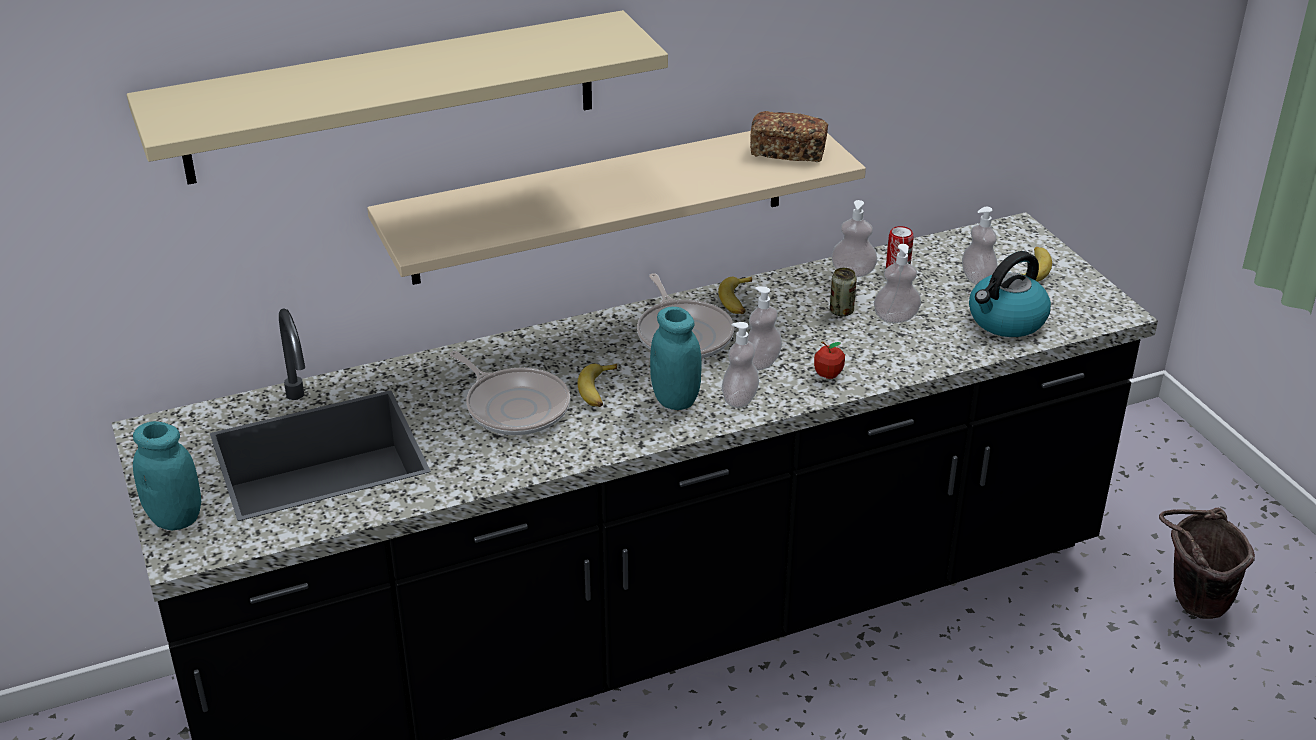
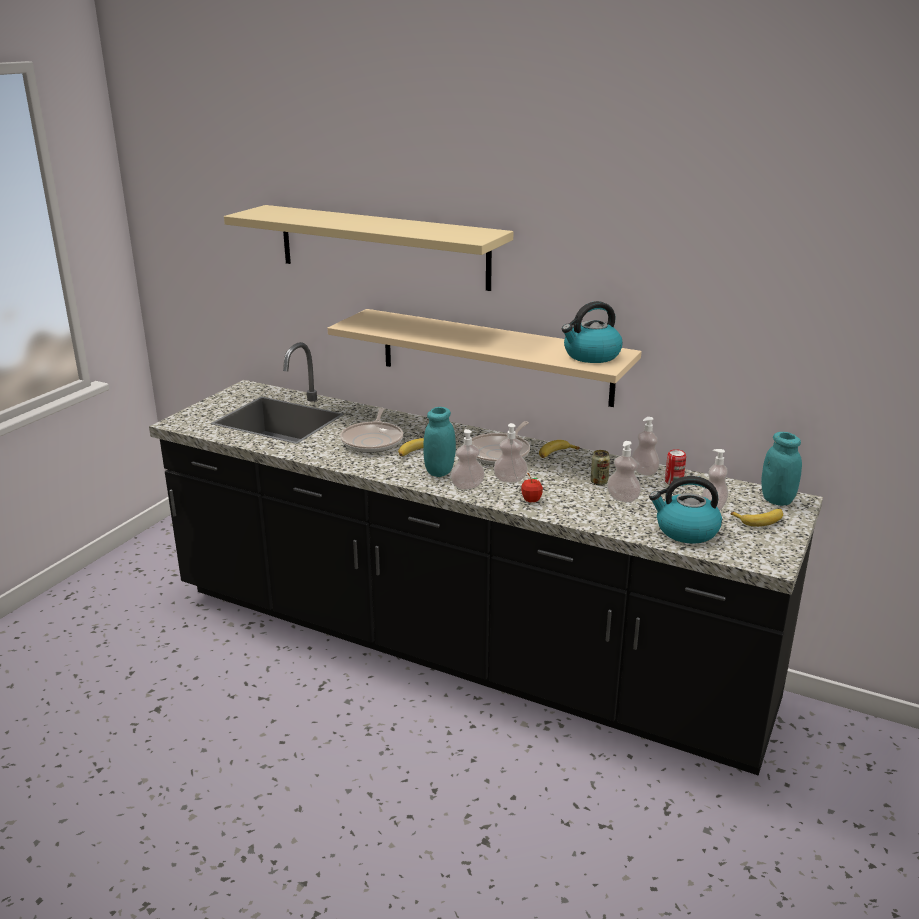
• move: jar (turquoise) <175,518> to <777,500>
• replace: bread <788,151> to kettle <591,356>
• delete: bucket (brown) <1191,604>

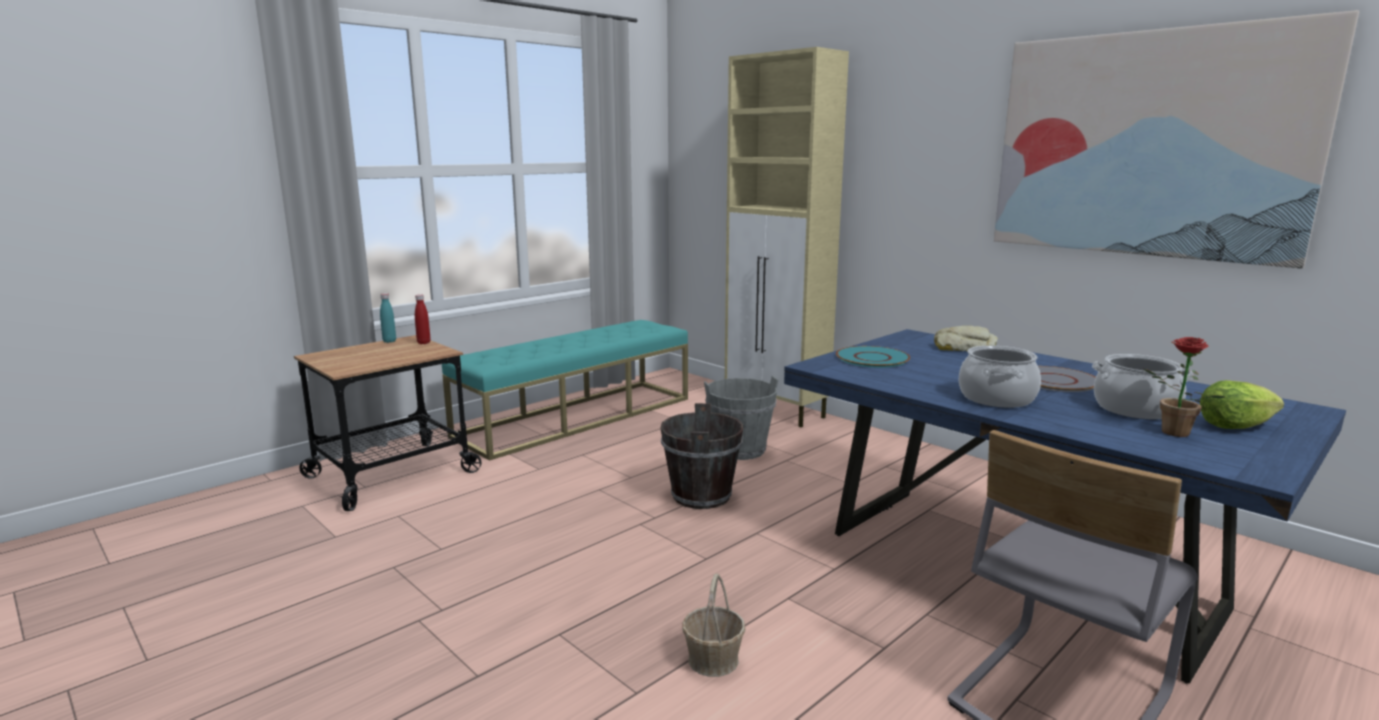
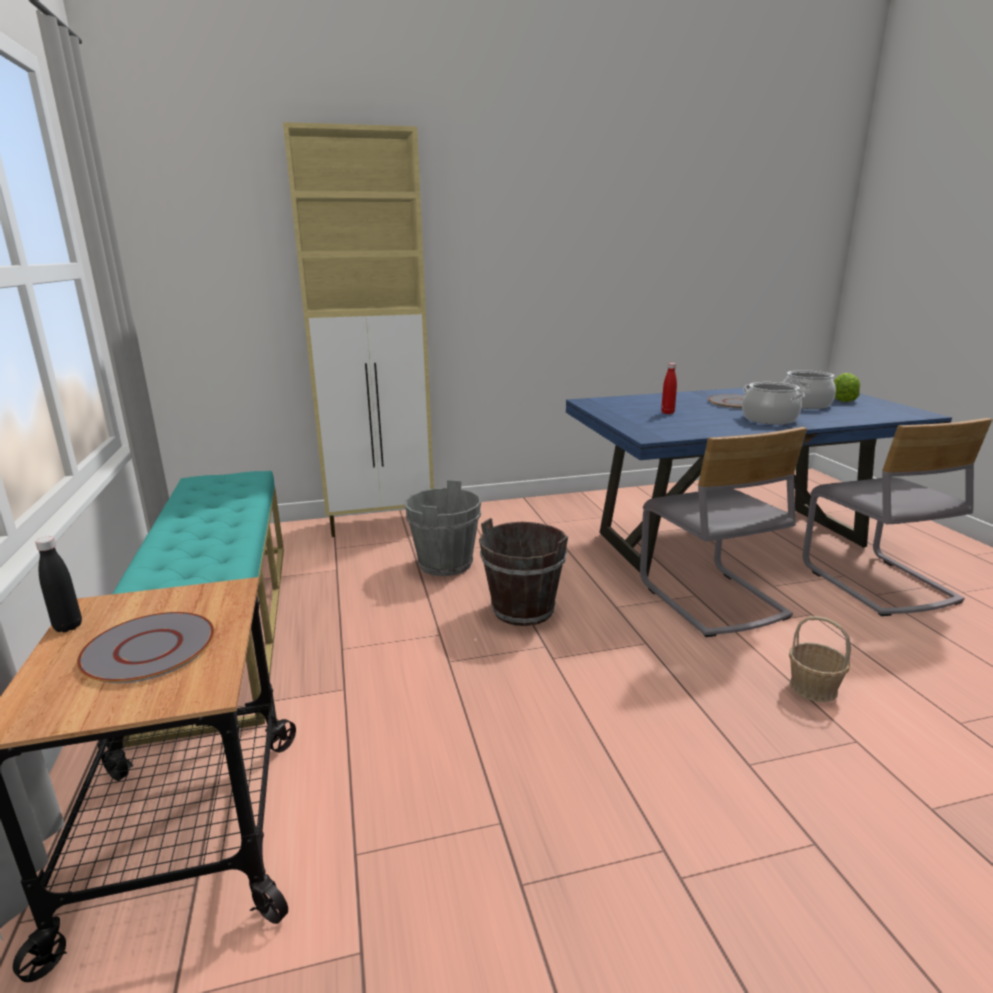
• recolor: bottle (turquoise) <389,341> to bottle (black) <68,627>
• move: bottle (red) <424,343> to <667,413>
• delete: plate (turquoise) <872,358>
• delete: bread <964,348>
• delete: picture <1148,145>
• delete: potted plant <1170,433>
• insert: plate (grey) <148,648>
• insert: chair (grey) <710,599>

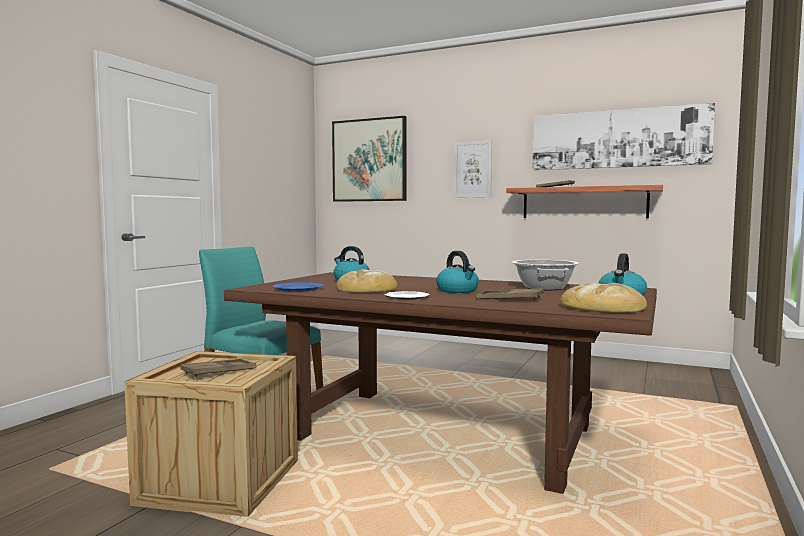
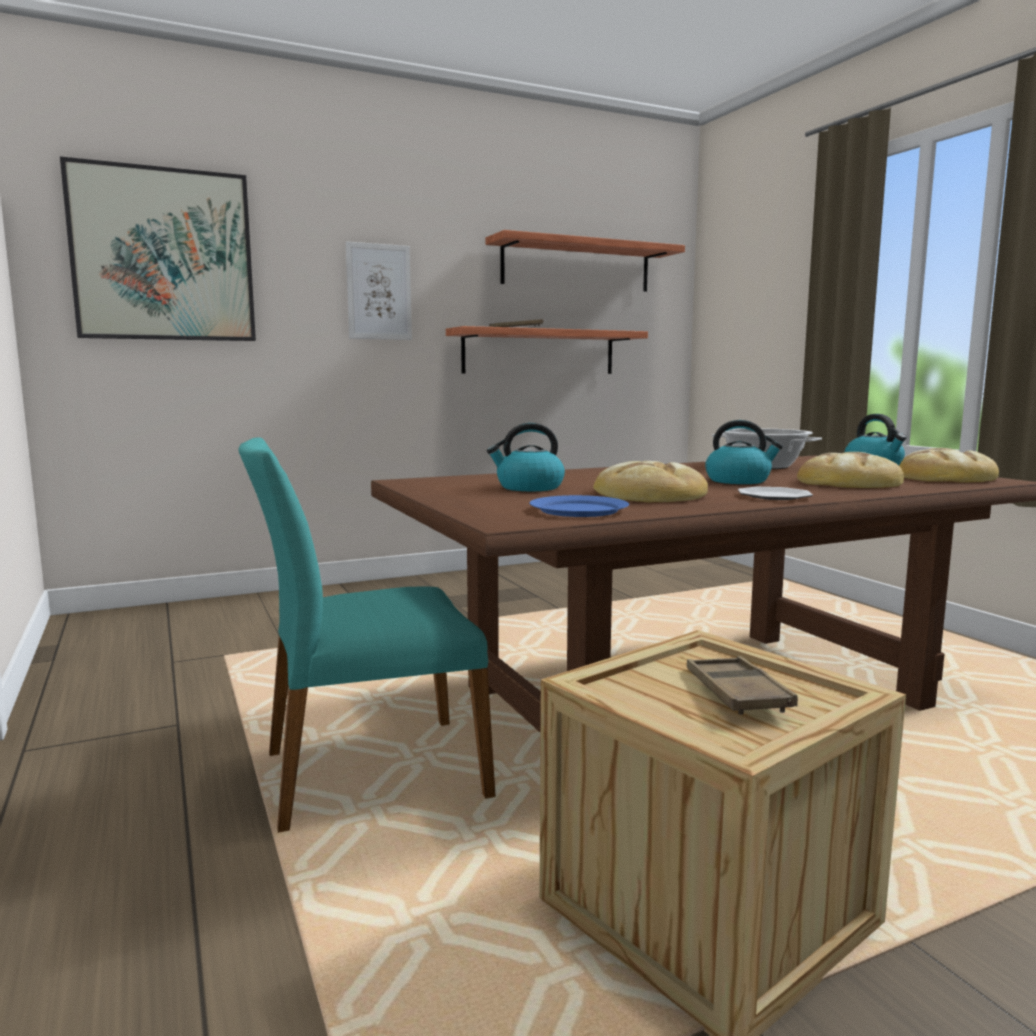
• replace: tray (brown) <509,299> to bread <849,482>
• replace: picture <617,139> to shelf <576,266>

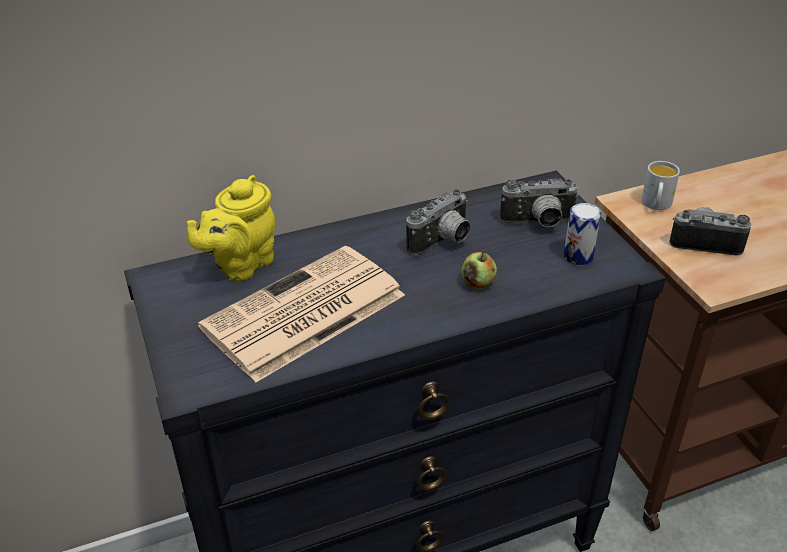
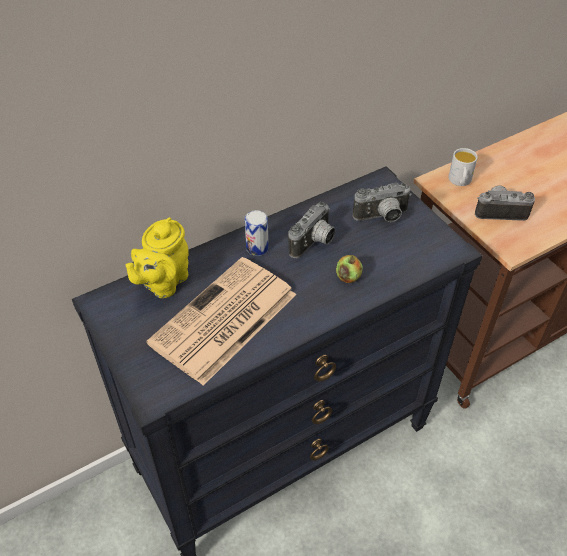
• move: can <578,256> to <257,248>

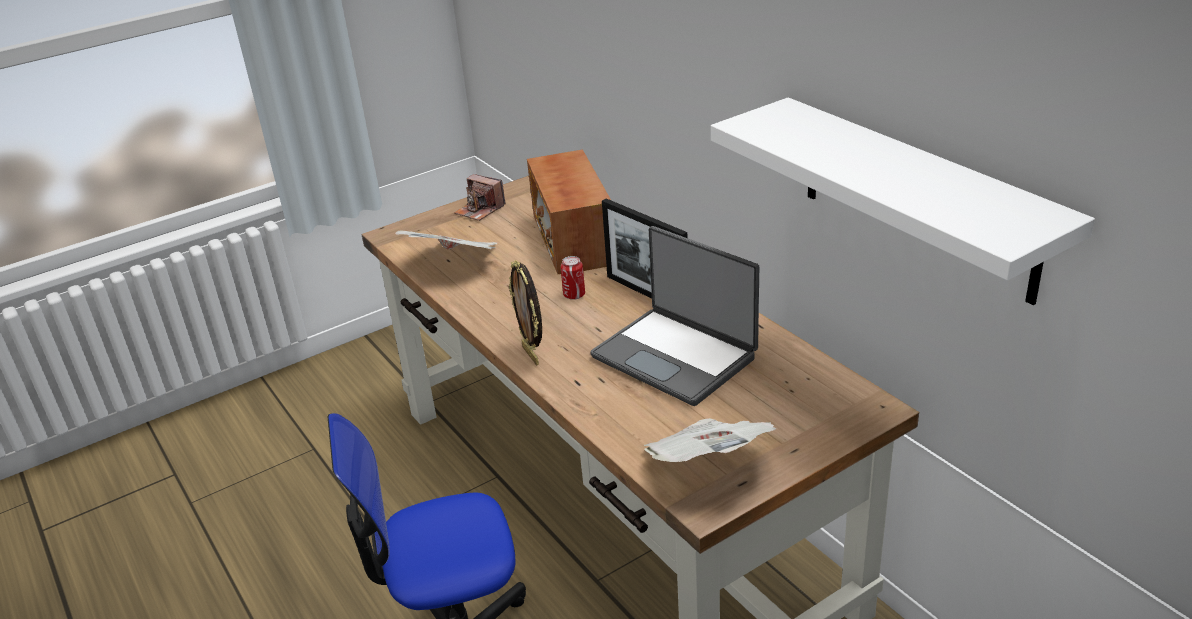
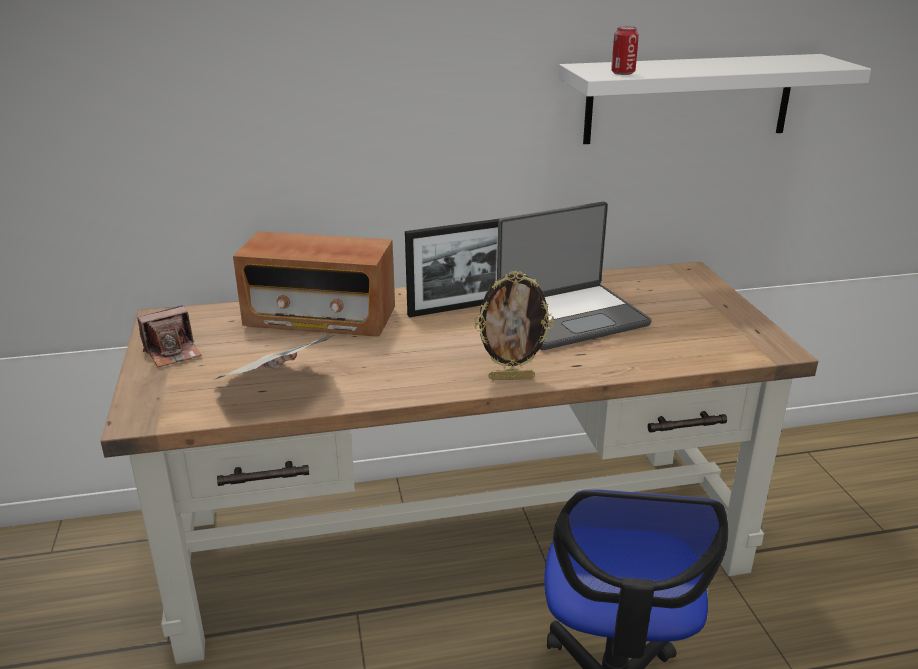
• move: can <574,295> to <623,73>
• delete: newspaper <708,465>

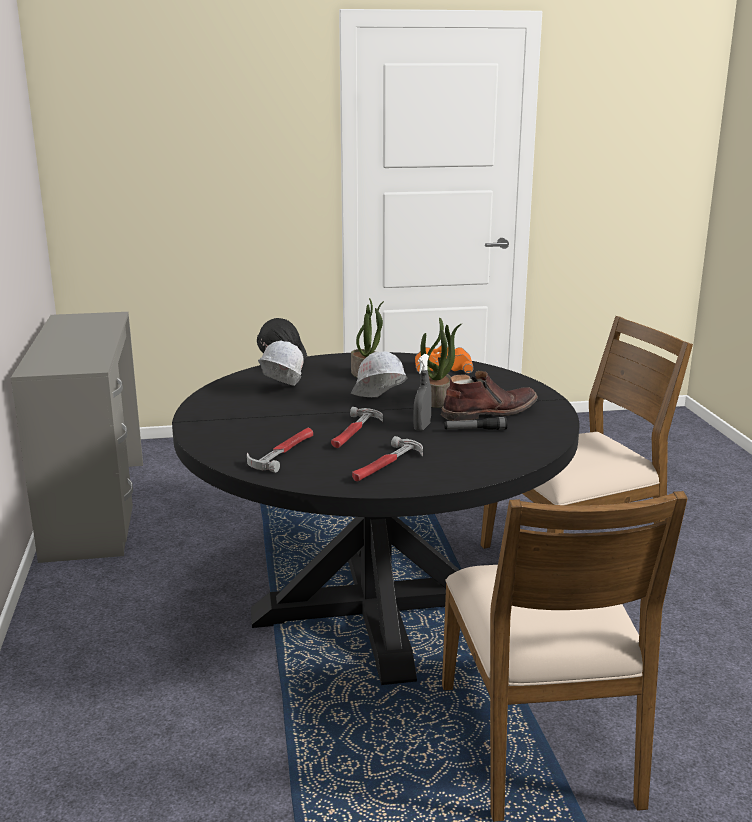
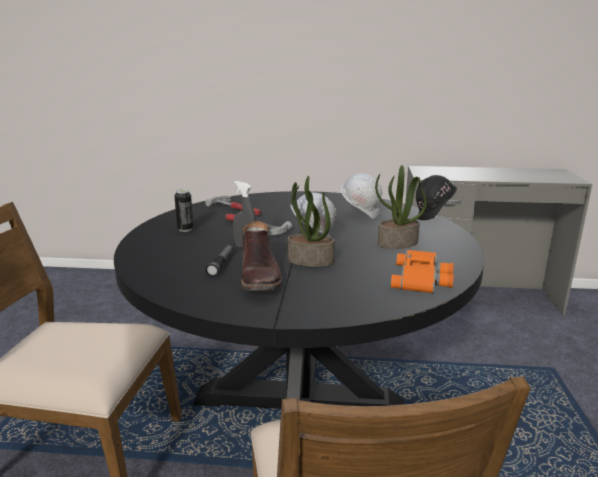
• replace: hammer <386,465> to can <185,229>

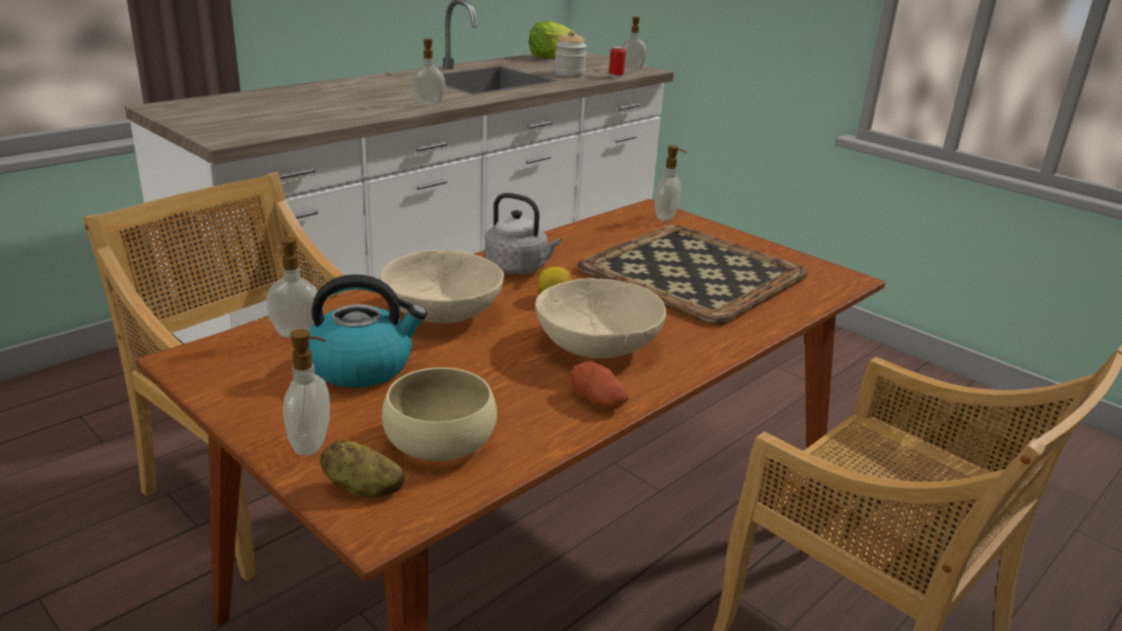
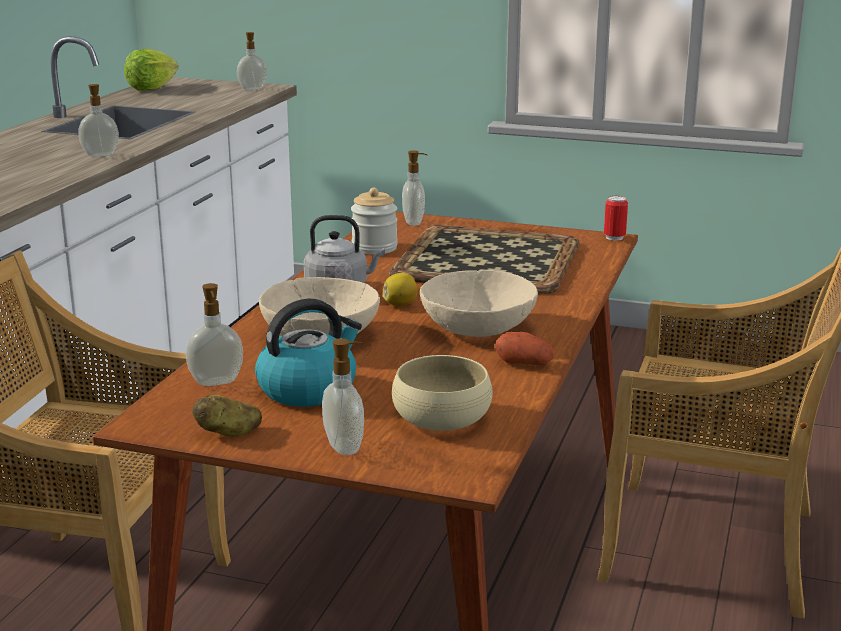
• move: potato <362,488> to <228,432>
• move: jar <569,74> to <374,248>
• move: can <616,76> to <614,238>

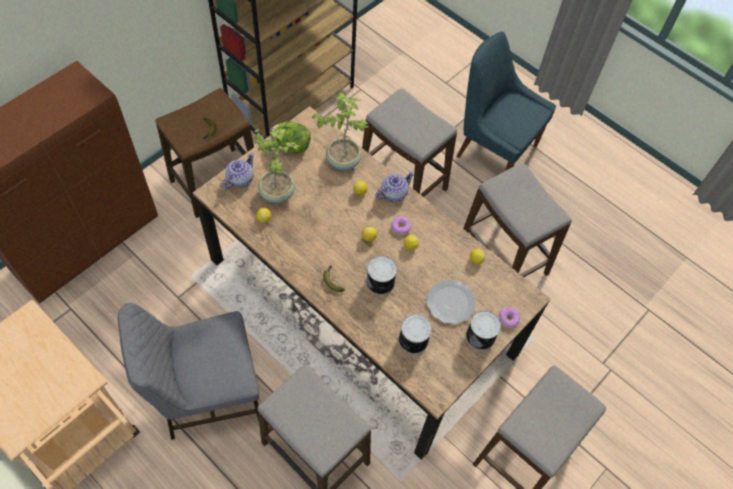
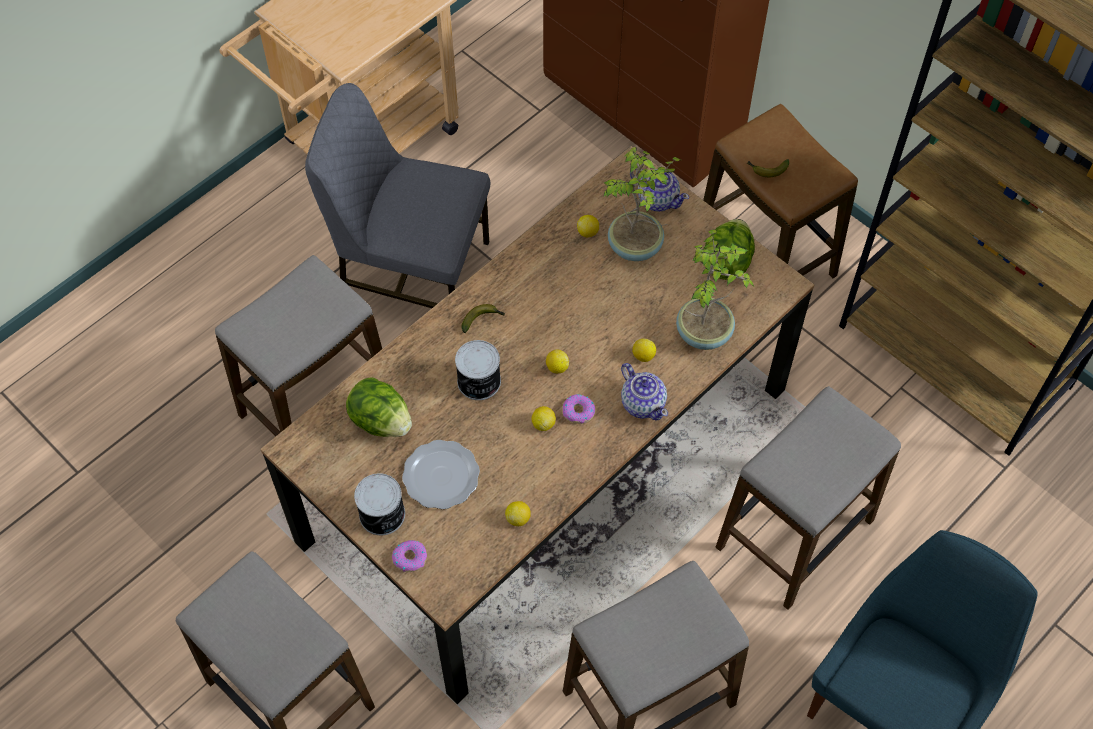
• rotate: chair (grey) <207,393> = <412,273> 60 degrees counterclockwise
• replace: can <412,340> to lettuce <381,421>

